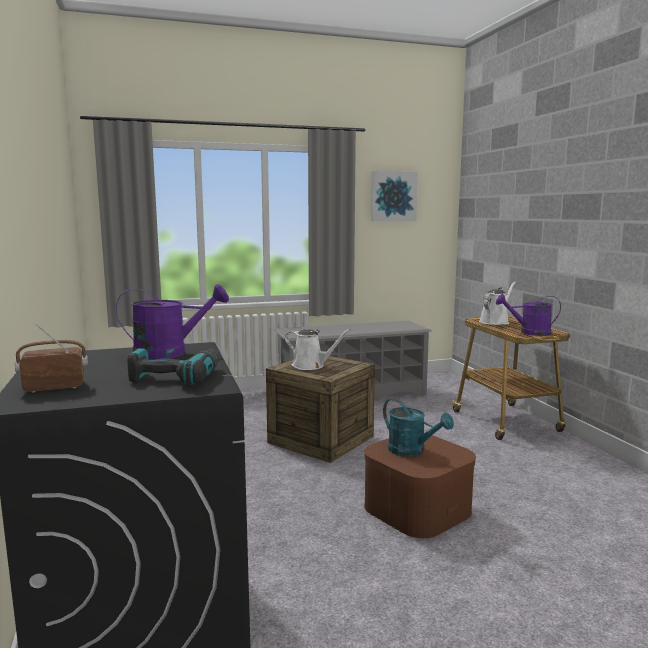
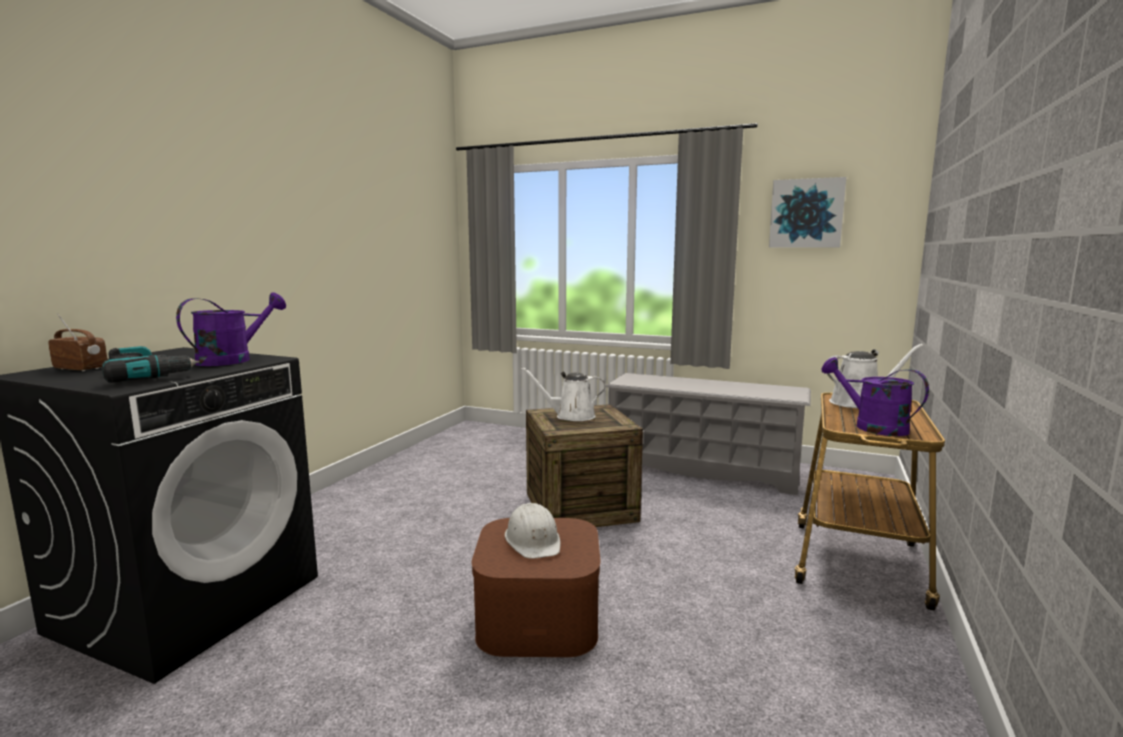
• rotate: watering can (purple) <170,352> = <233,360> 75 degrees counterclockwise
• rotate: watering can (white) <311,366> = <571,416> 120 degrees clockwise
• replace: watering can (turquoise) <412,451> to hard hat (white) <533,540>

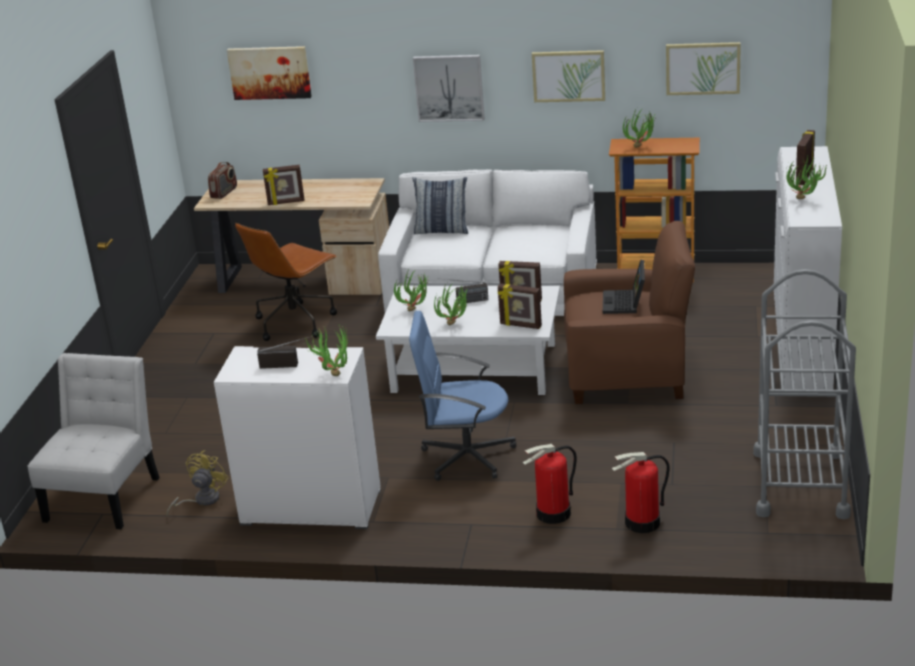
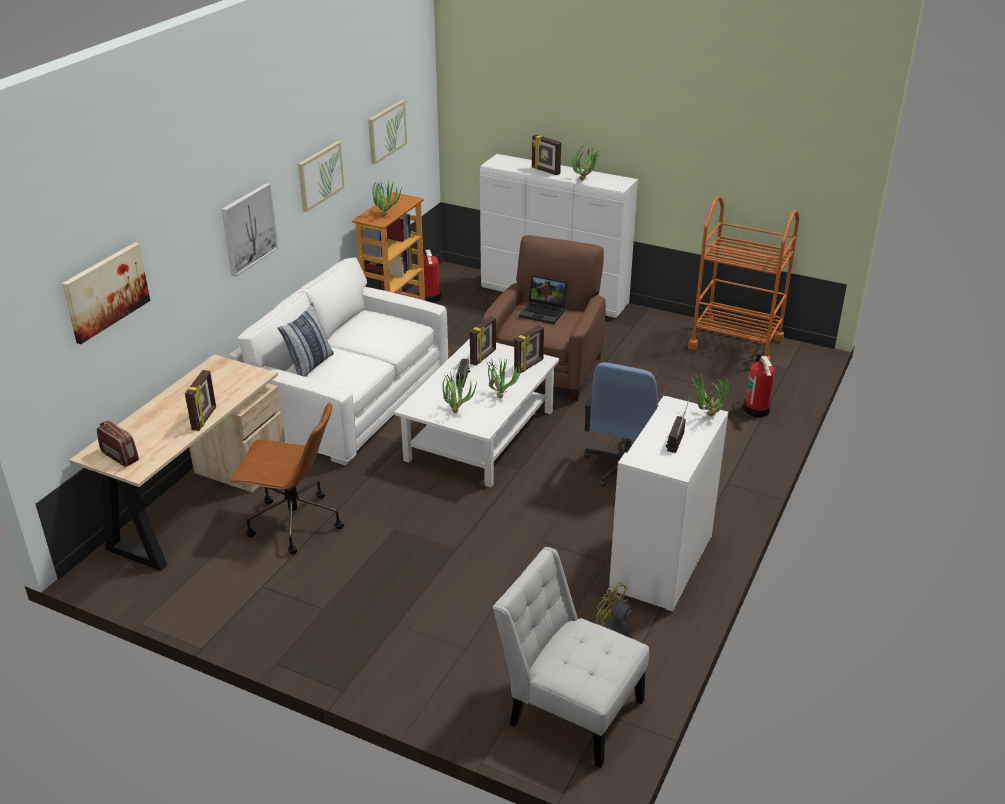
• rotate: office chair (brown) <295,322> = <293,523> 45 degrees counterclockwise
• move: fire extinguisher <553,514> to <430,298>
• recolor: cart (grey) <800,484> to cart (orange) <735,343>

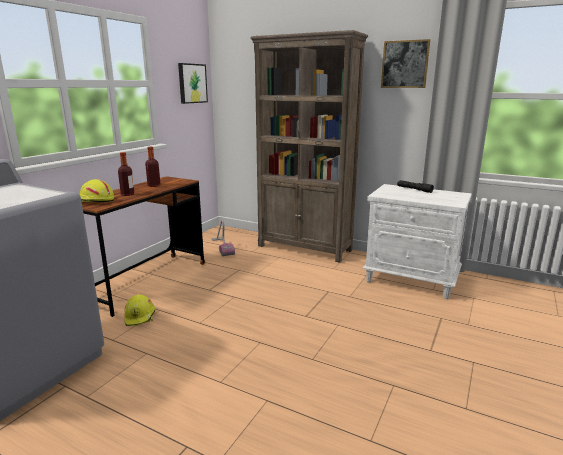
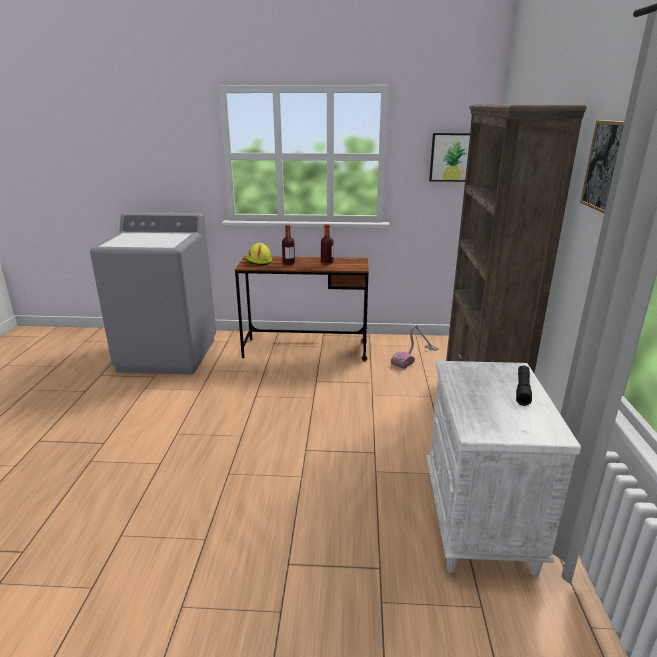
• delete: hard hat (yellow) <140,317>

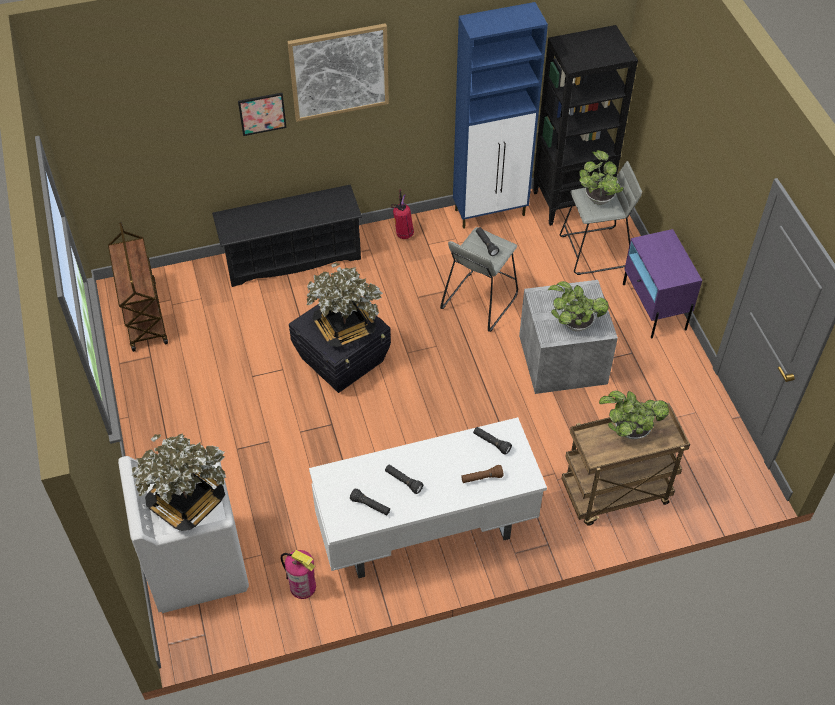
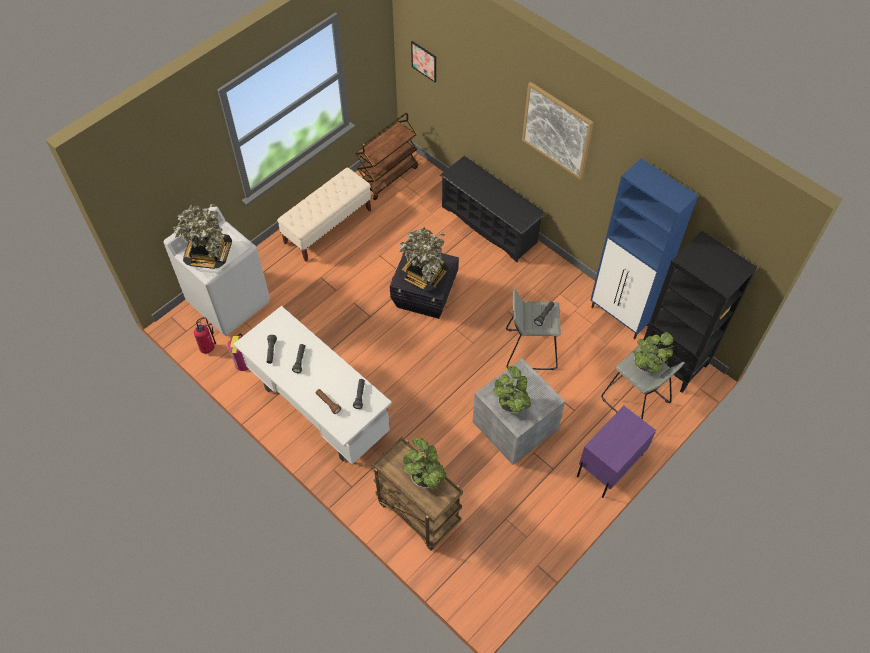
• move: picture <262,113> to <424,61>
• move: fire extinguisher <403,234> to <208,347>
• insert: bench (beige) <328,227>

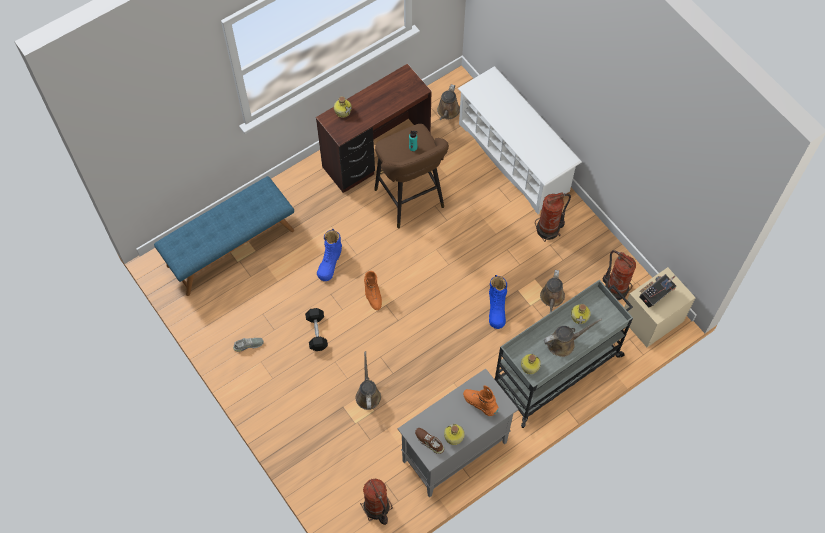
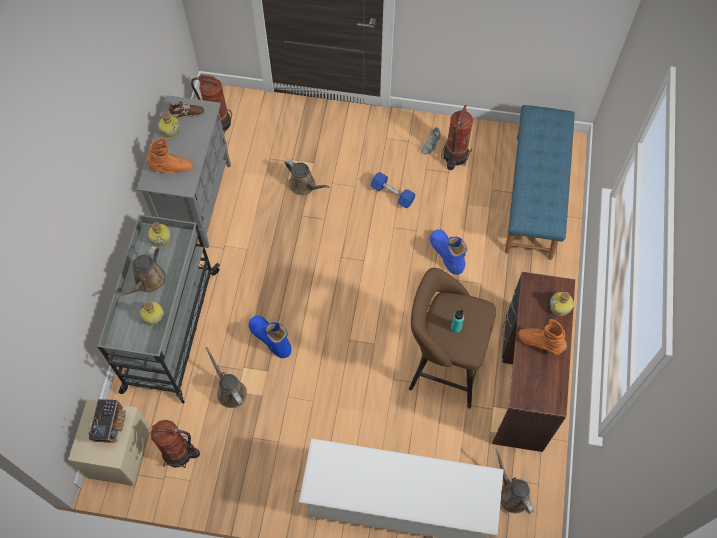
• recolor: dumbbell (black) <317,332> to dumbbell (blue) <392,194>
• move: boot (orange) <372,295> to <540,343>
• move: fire extinguisher <549,229> to <454,156>

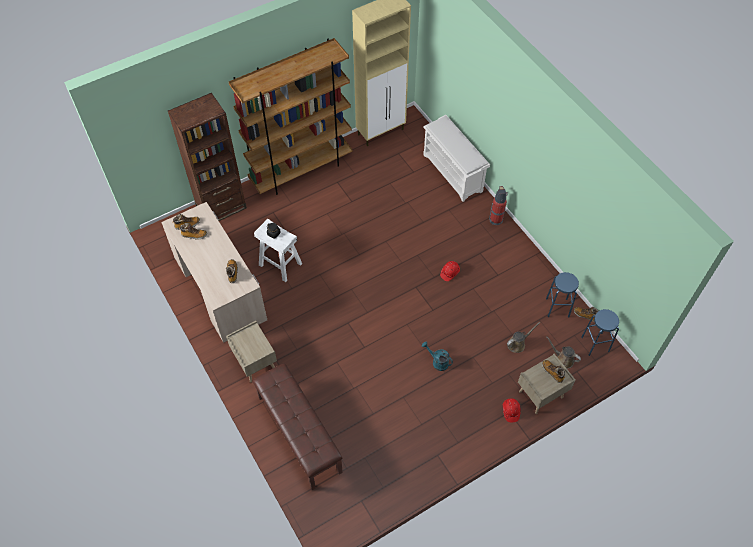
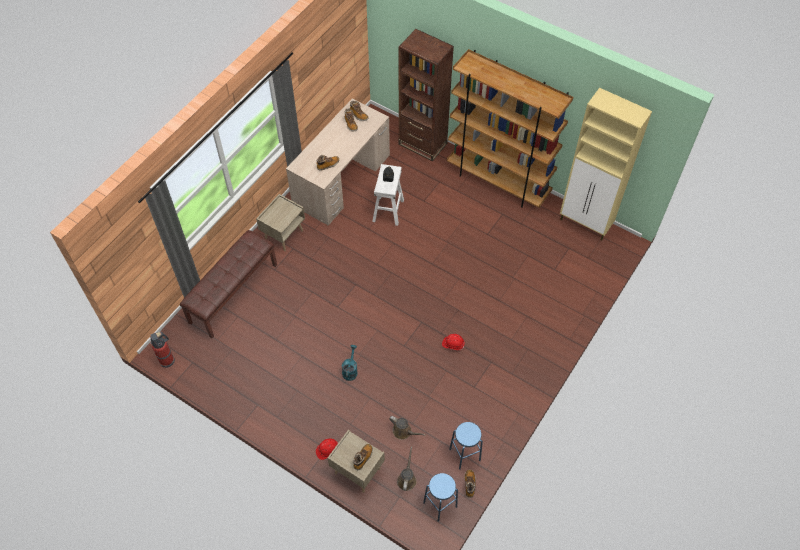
• delete: shoe rack (white) <453,173>
• move: fire extinguisher <496,219> to <167,360>

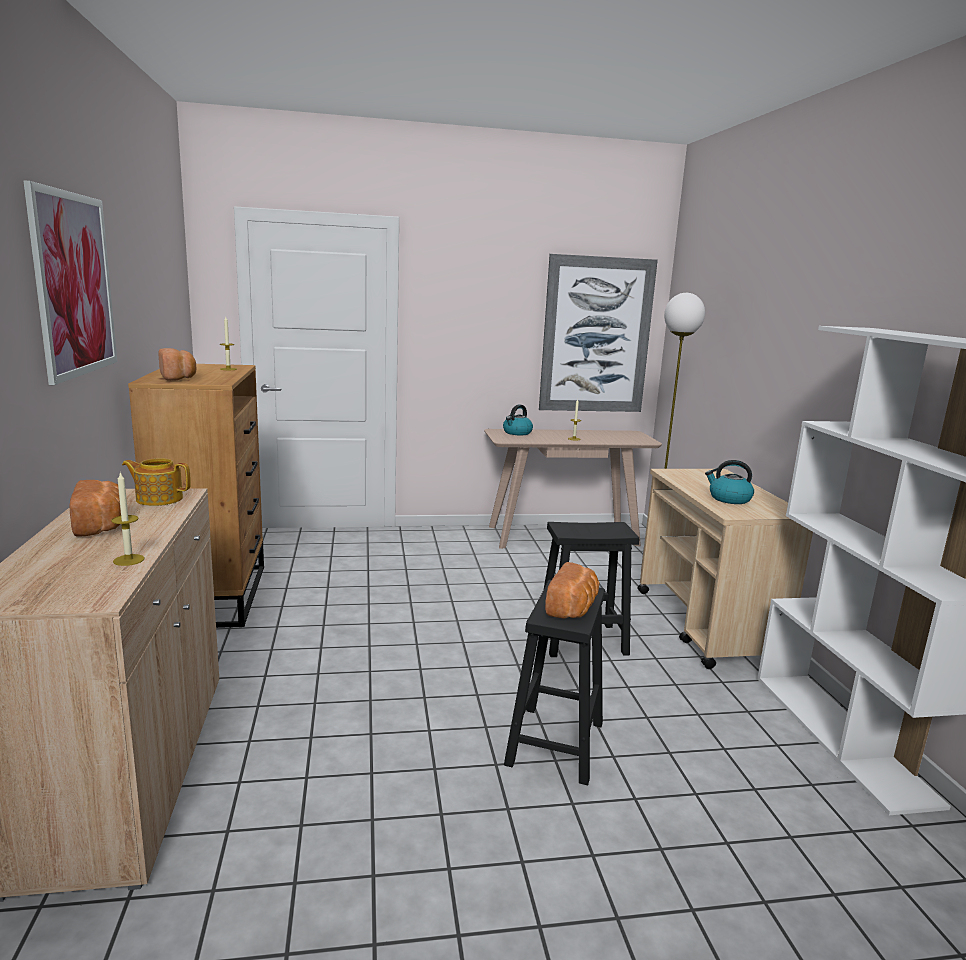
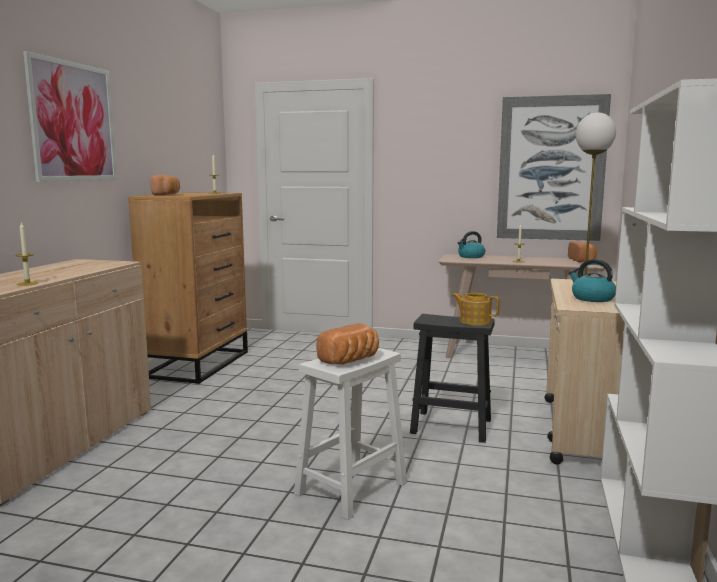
• move: bread <102,525> to <582,260>
• move: teapot <158,499> to <474,321>
• recolor: stool (black) <555,742> to stool (white) <352,487>

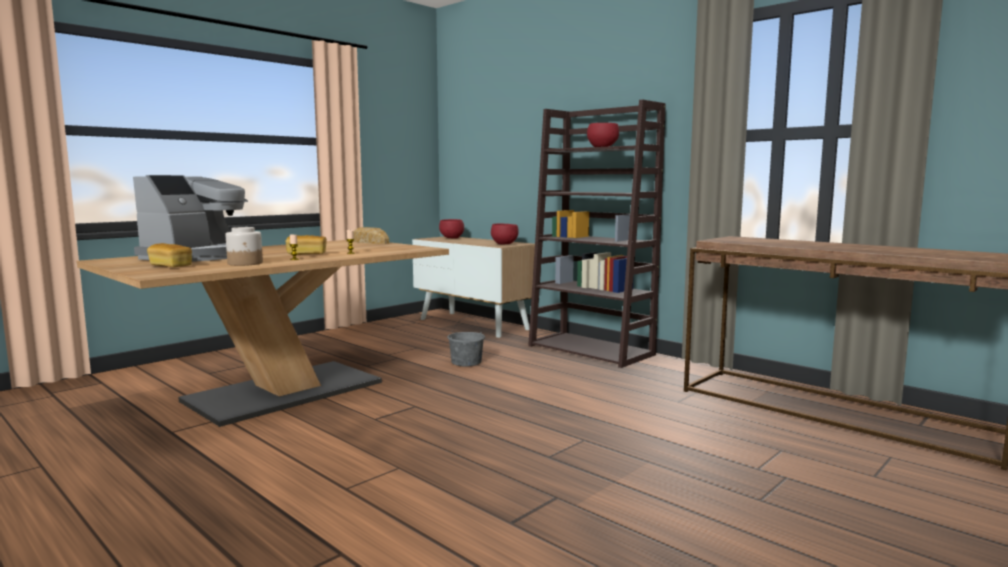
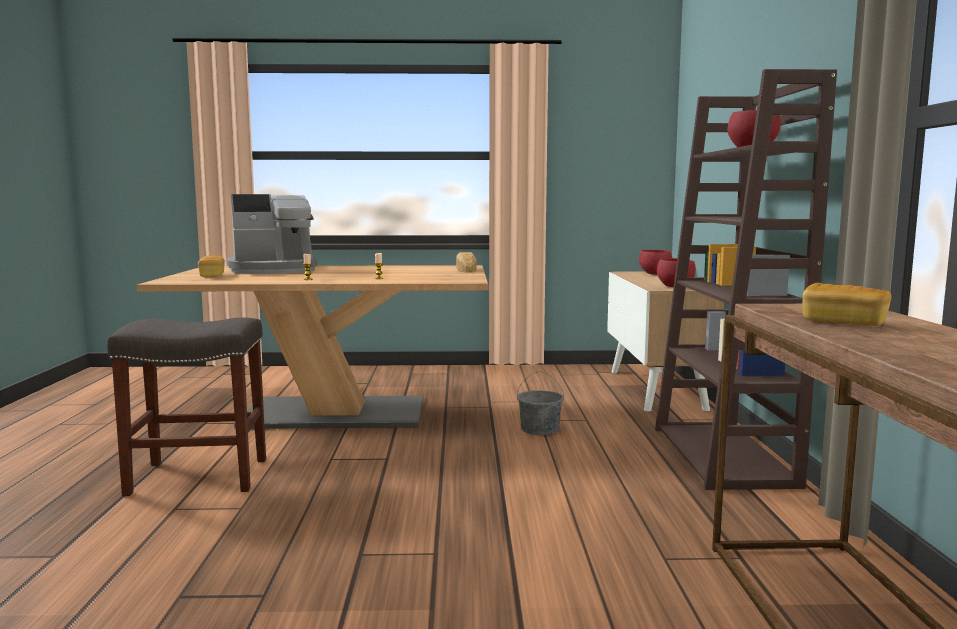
• delete: jar <245,263>
• move: bread <307,254> to <844,323>
• insert: stool (grey) <196,477>

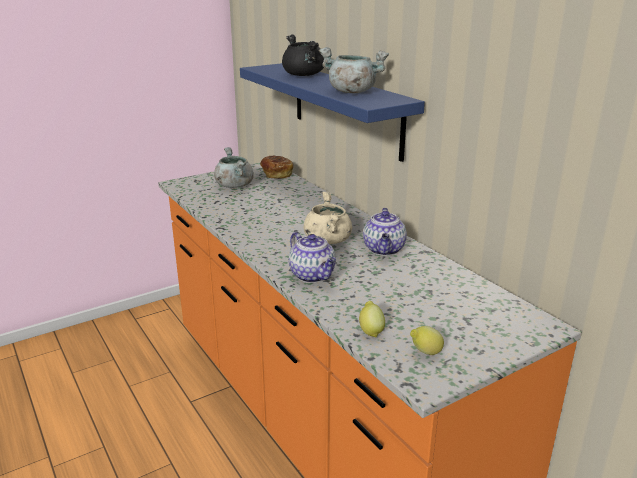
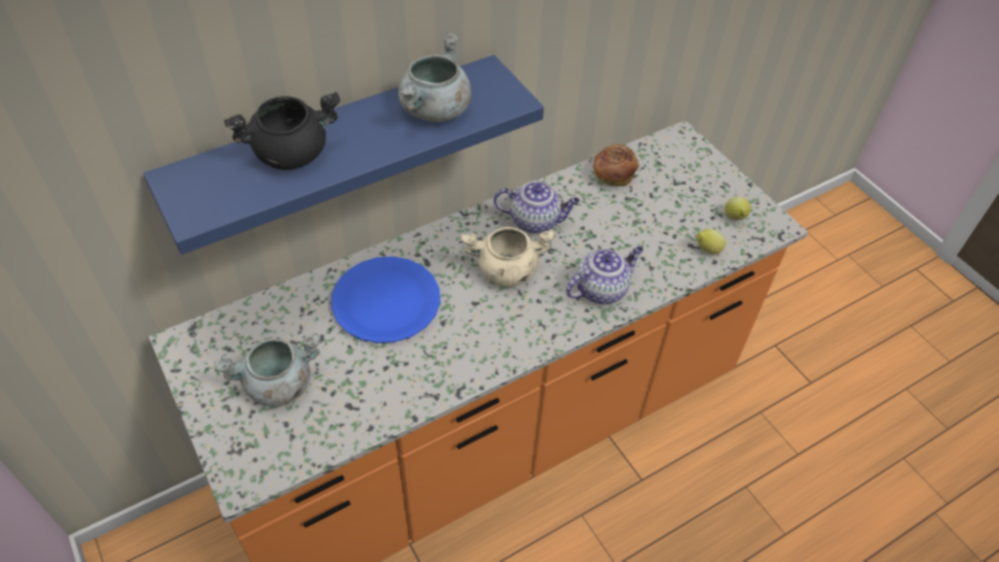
• move: bread <276,174> to <613,175>
• insert: plate (blue) <386,301>

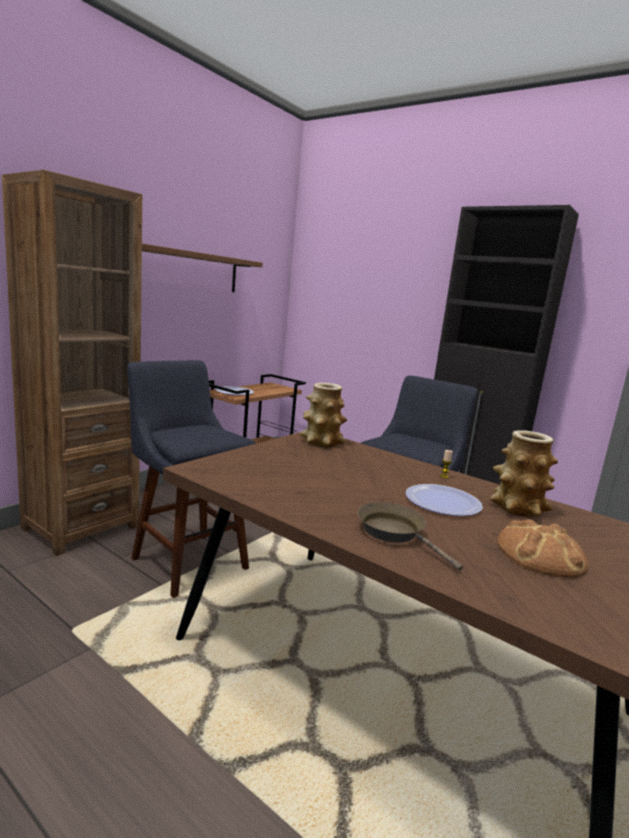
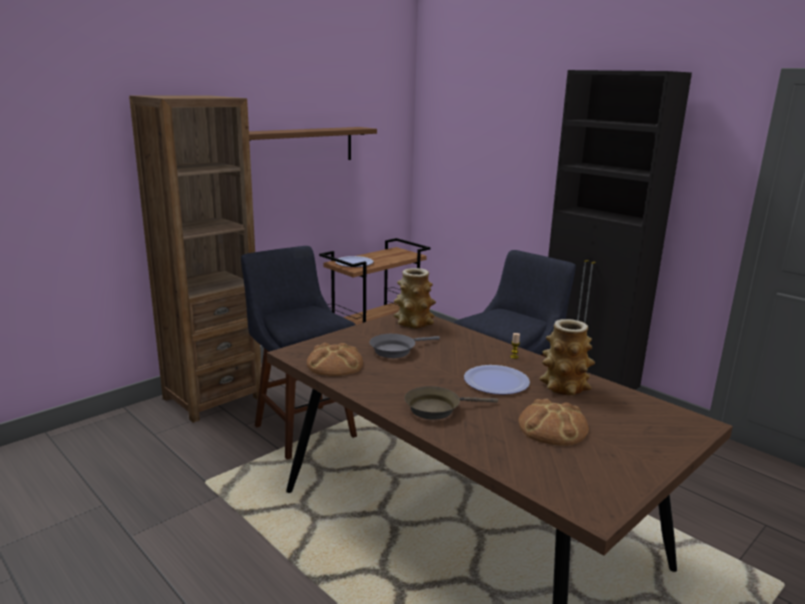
• rotate: frying pan (brown) <395,533> = <437,408> 75 degrees counterclockwise
• insert: bread <334,364>
• insert: frying pan (grey) <396,350>

